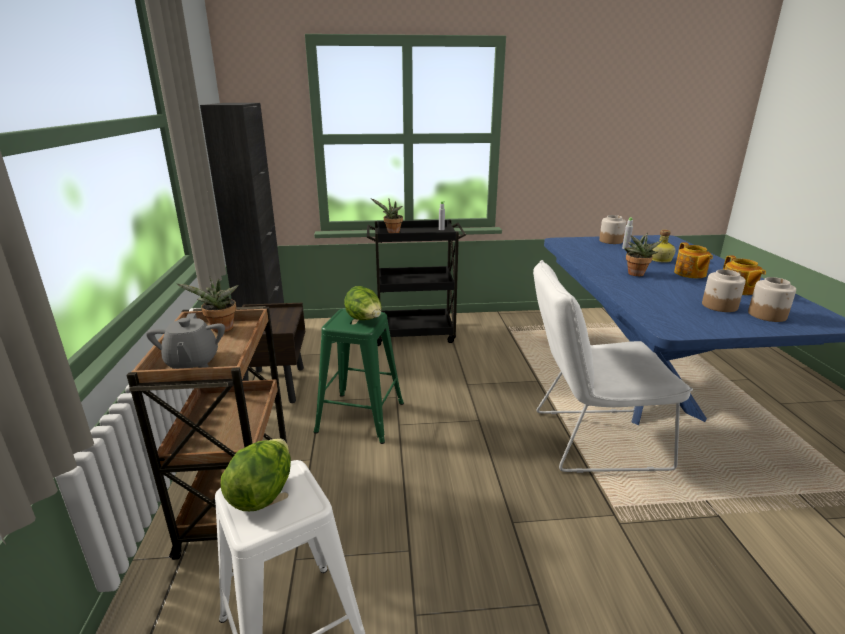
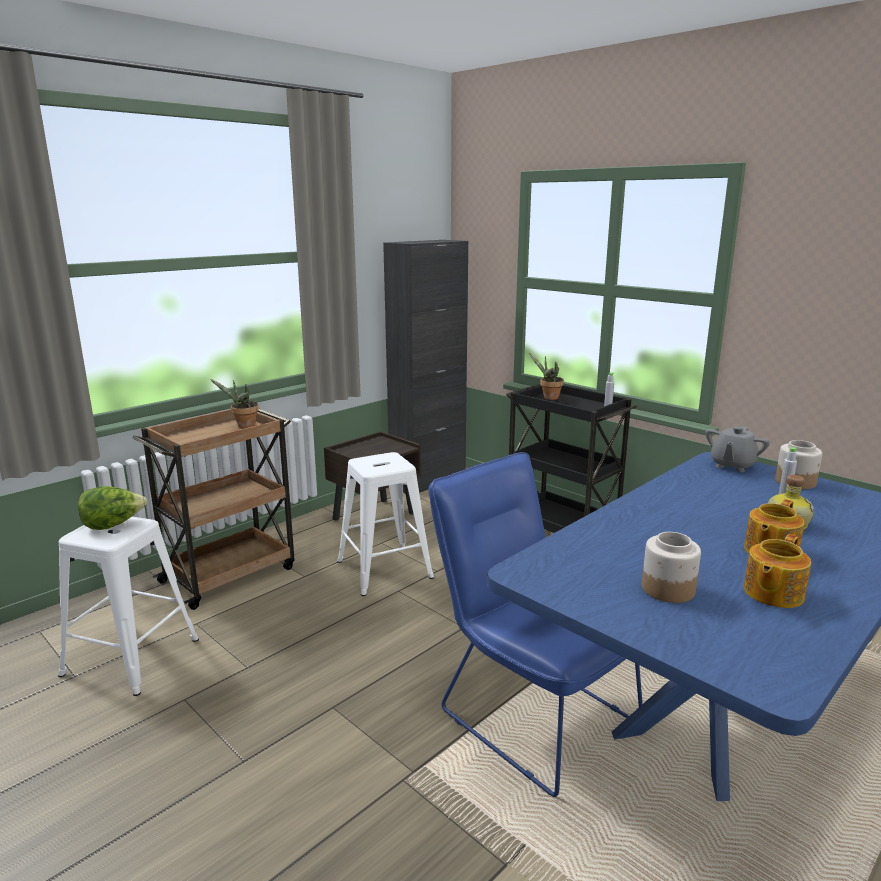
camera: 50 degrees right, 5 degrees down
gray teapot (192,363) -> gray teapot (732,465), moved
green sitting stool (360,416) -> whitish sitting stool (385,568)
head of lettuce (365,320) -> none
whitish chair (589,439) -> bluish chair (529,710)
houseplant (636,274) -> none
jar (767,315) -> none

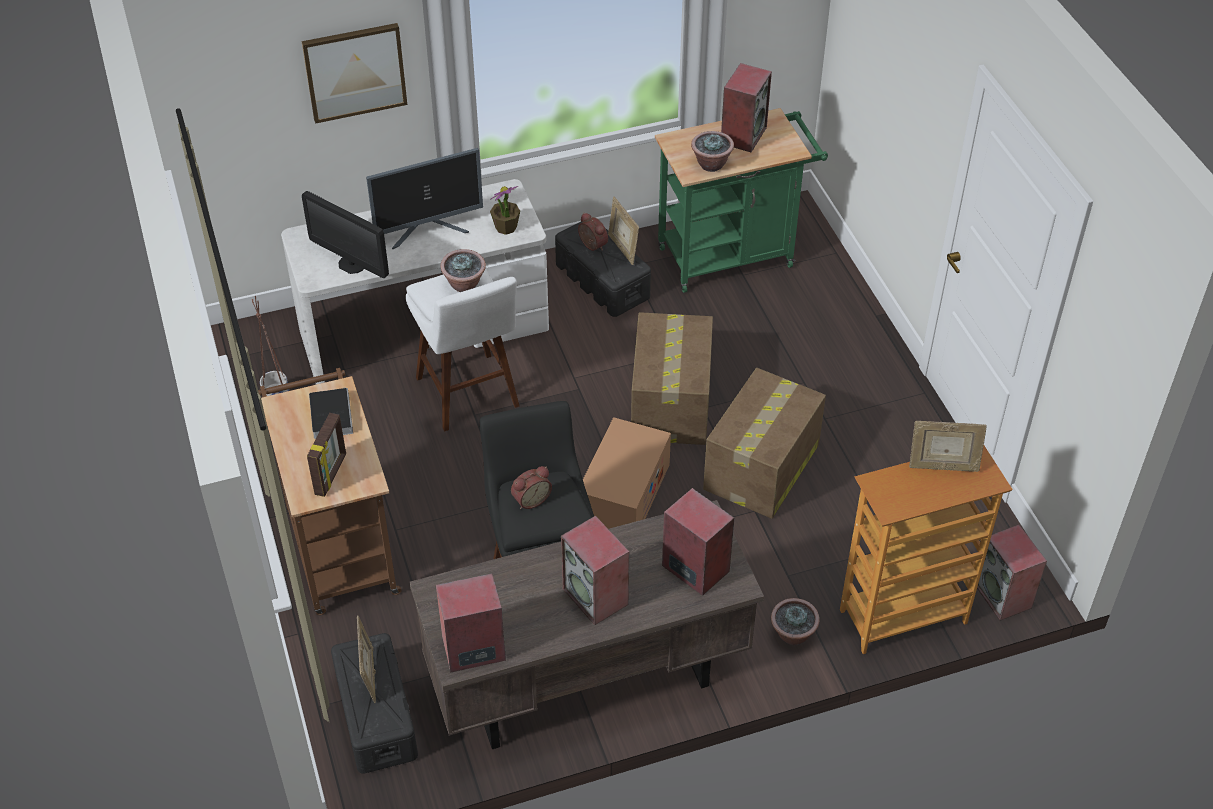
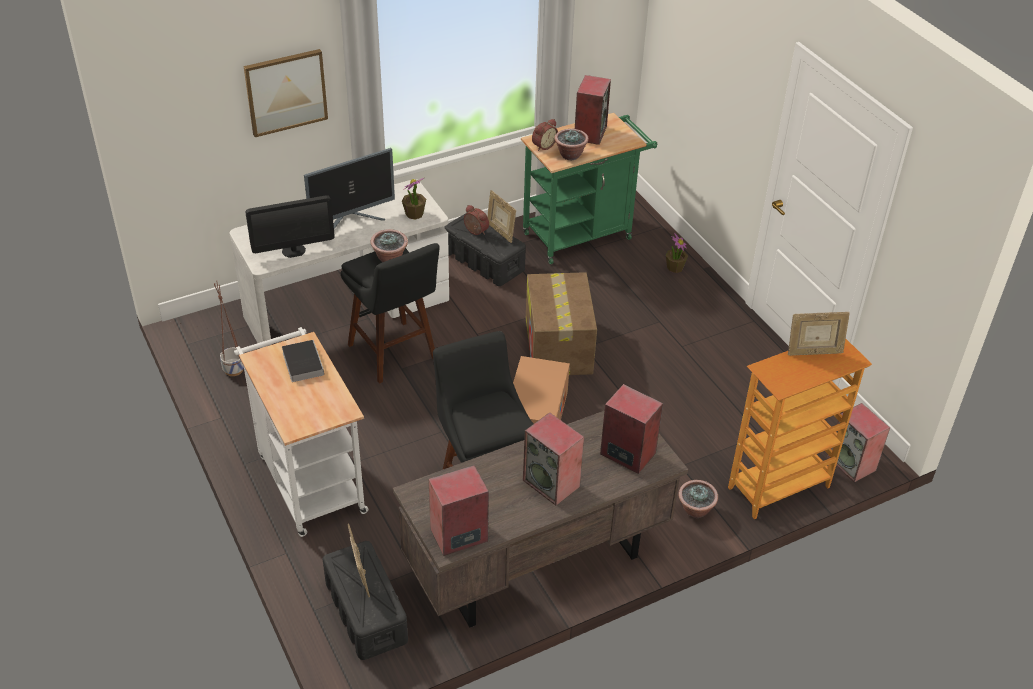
camera: 10 degrees left, 5 degrees down
brownish trolley (339,544) -> whitish trolley (308,479)
monitor (352,264) -> monitor (293,250), 45 degrees counterclockwise
standing frame (331,474) -> none
whitish sitting stool (470,397) -> blackish sitting stool (395,355)
alarm clock (530,499) -> alarm clock (543,145), moved
carton (760,468) -> none
none -> houseplant (675,267)

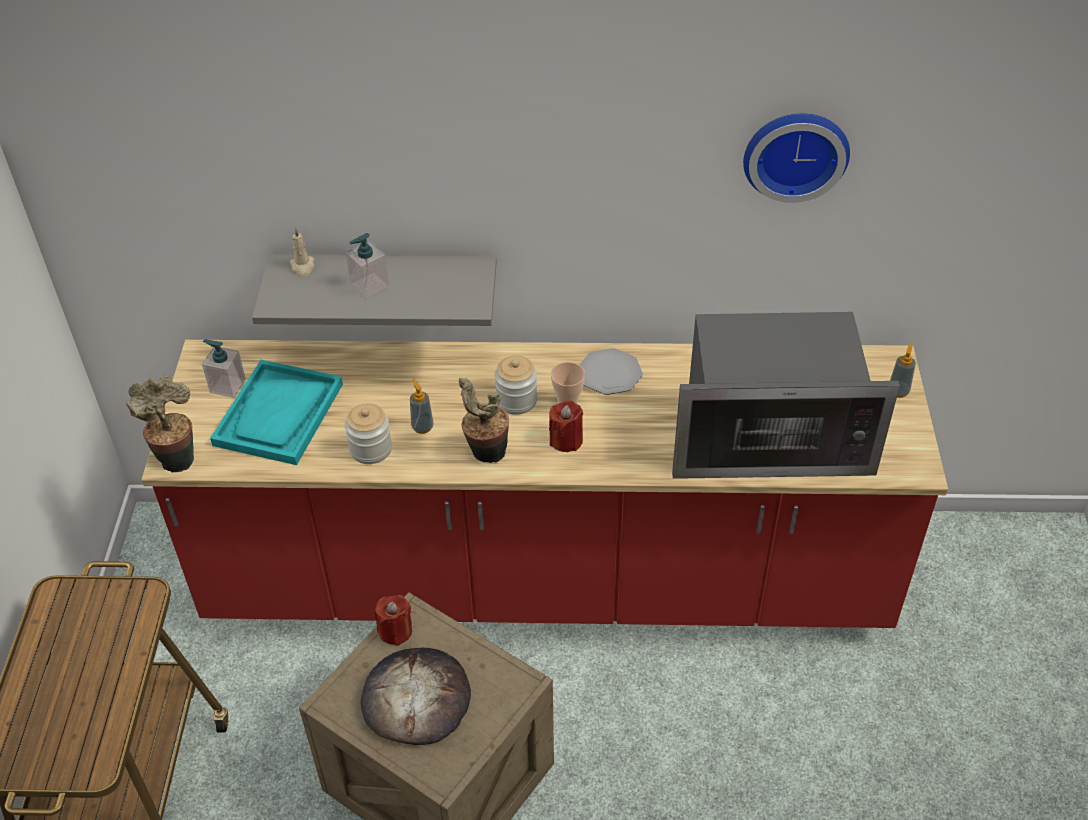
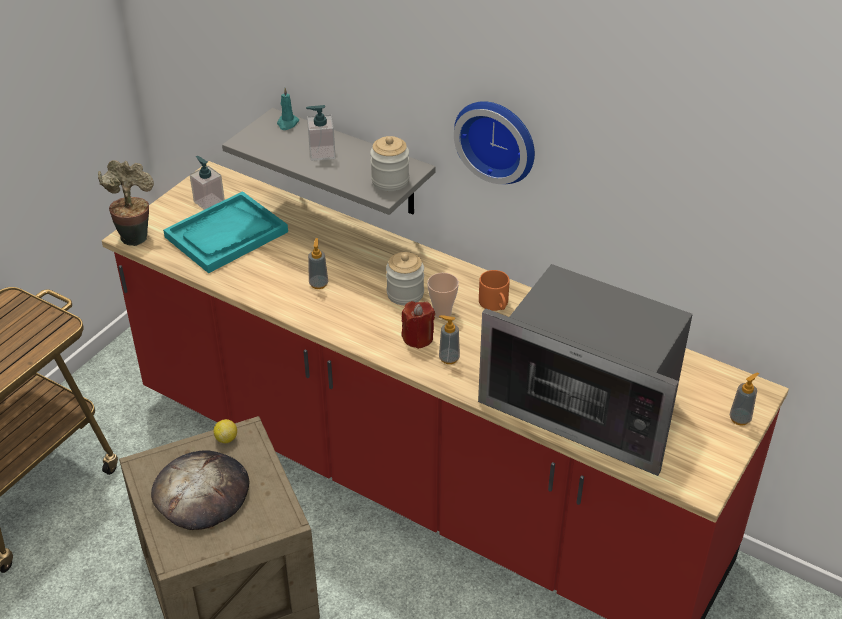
camera: 30 degrees right, 5 degrees down
beige candle (303,266) -> turquoise-coloured candle (287,123)
jar (371,449) -> jar (390,181), moved
reddish candle (395,631) -> whole lemon (226,438)
houseplant (485,453) -> none
dinner plate (610,374) -> orangey tea mug (496,304)
wall clock (795,152) -> wall clock (498,139), moved
none -> soap bottle (449,358)

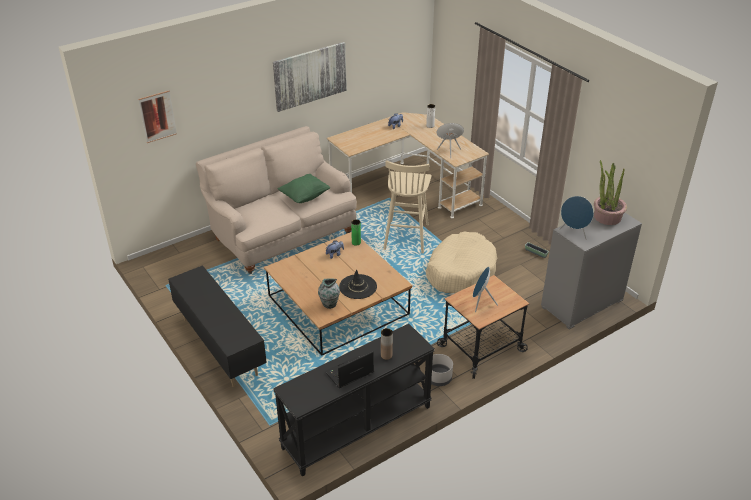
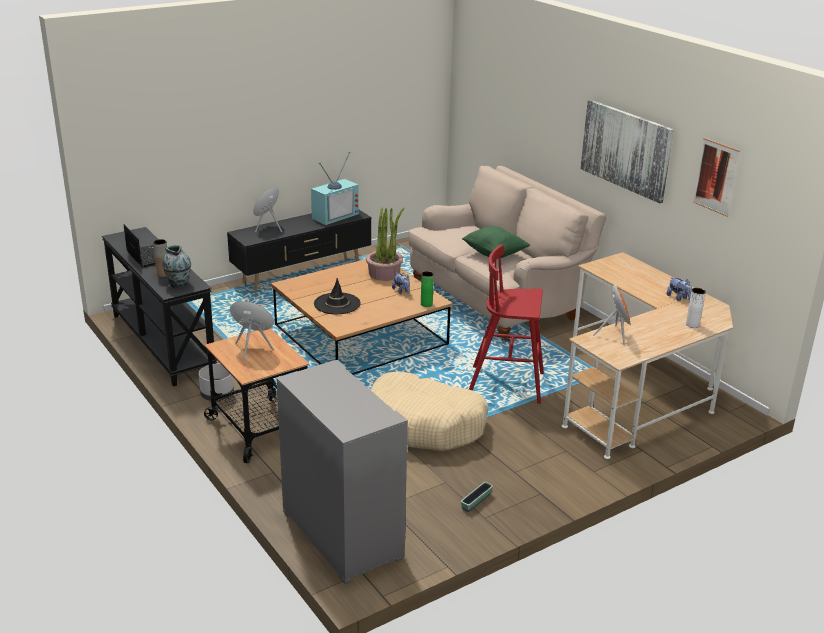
camera: 90 degrees right, 10 degrees down
picture (157,116) -> picture (716,177), moved
vase (329,304) -> vase (178,283), moved
beige sitting stool (406,236) -> reddish sitting stool (507,385)
bluish audio speaker (574,233) -> bluish audio speaker (268,228), moved
houseplant (607,217) -> houseplant (384,273), moved
none -> television (334,215)

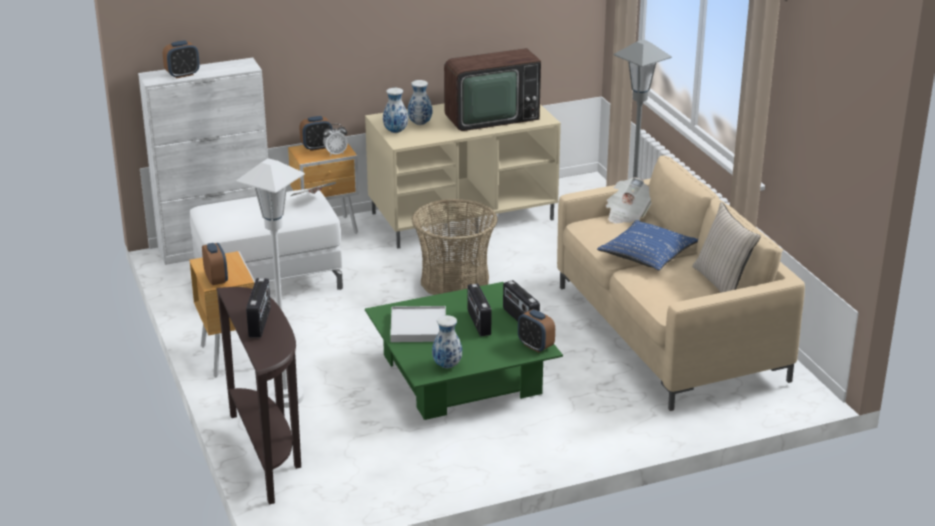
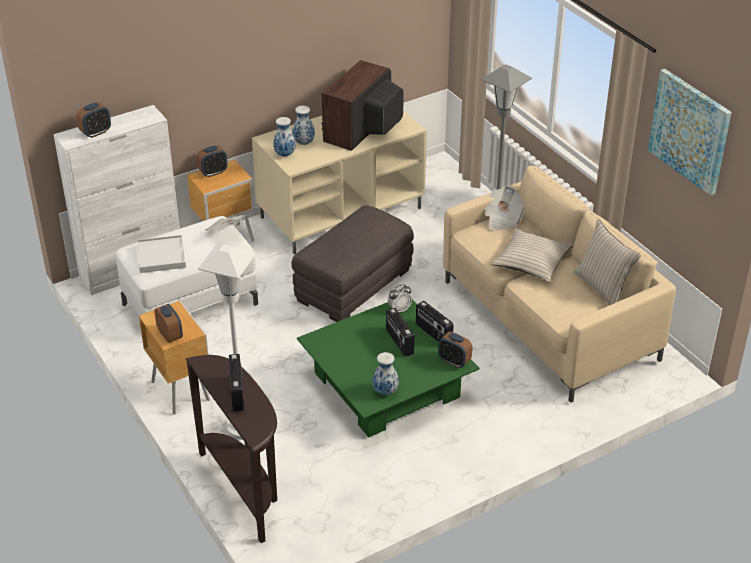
camera: 10 degrees left, 10 degrees up
alarm clock (335,153) -> alarm clock (399,309), moved
whitish serving tray (418,327) -> whitish serving tray (161,256), moved
storage basket (454,281) -> gray footrest (353,285)
television (489,116) -> television (362,128), 150 degrees clockwise
bluish throw pillow (647,254) -> beige throw pillow (531,262)
none -> picture (690,131)

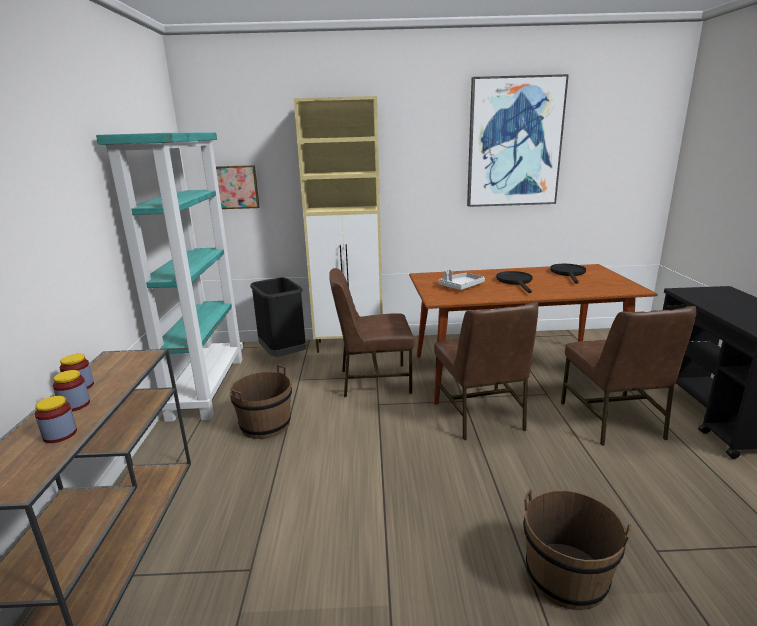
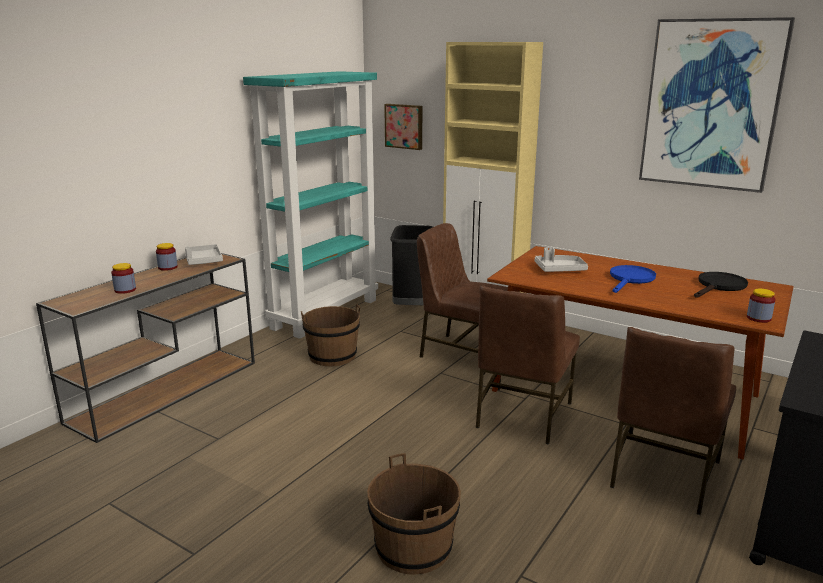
camera: 35 degrees right, 0 degrees up
jar (75,405) -> jar (758,318), moved
blackish frying pan (516,282) -> bluish frying pan (630,279)
none -> gray serving tray (203,261)

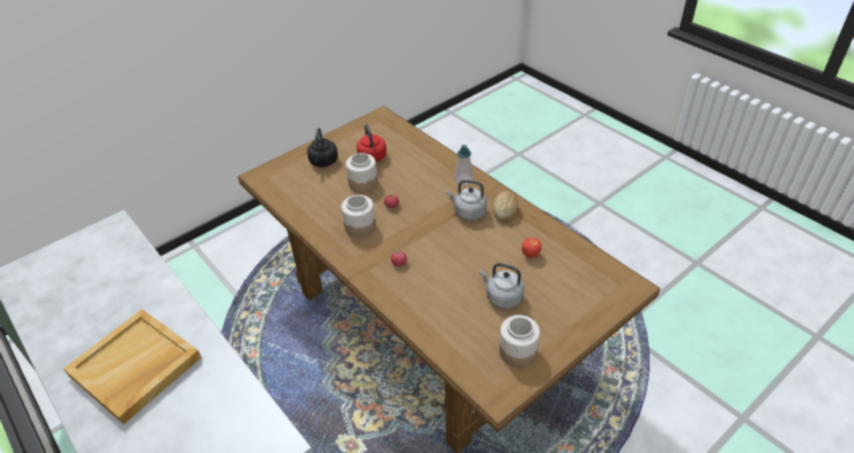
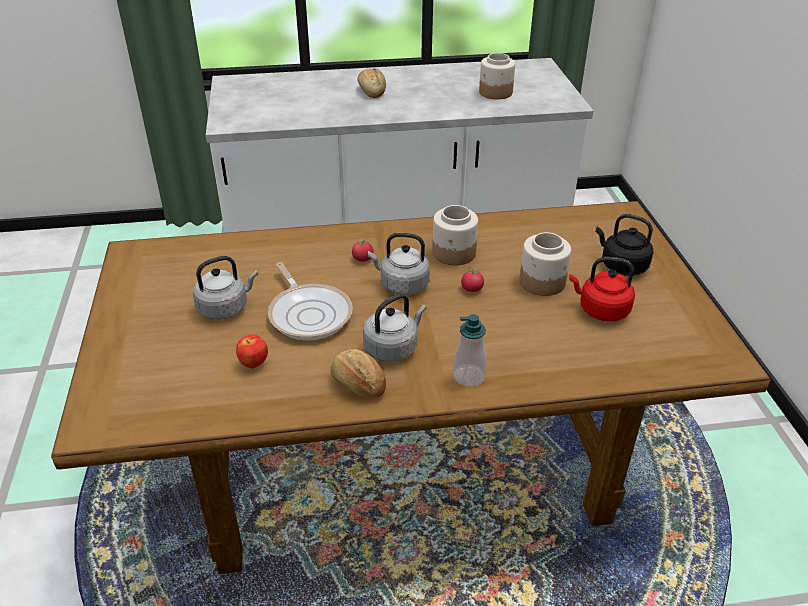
camera: 120 degrees right, 5 degrees down
beige serving tray (135,367) -> baked bread (371,91)
jar (518,351) -> jar (495,93), moved
none -> frying pan (309,313)
none -> gray kettle (401,285)

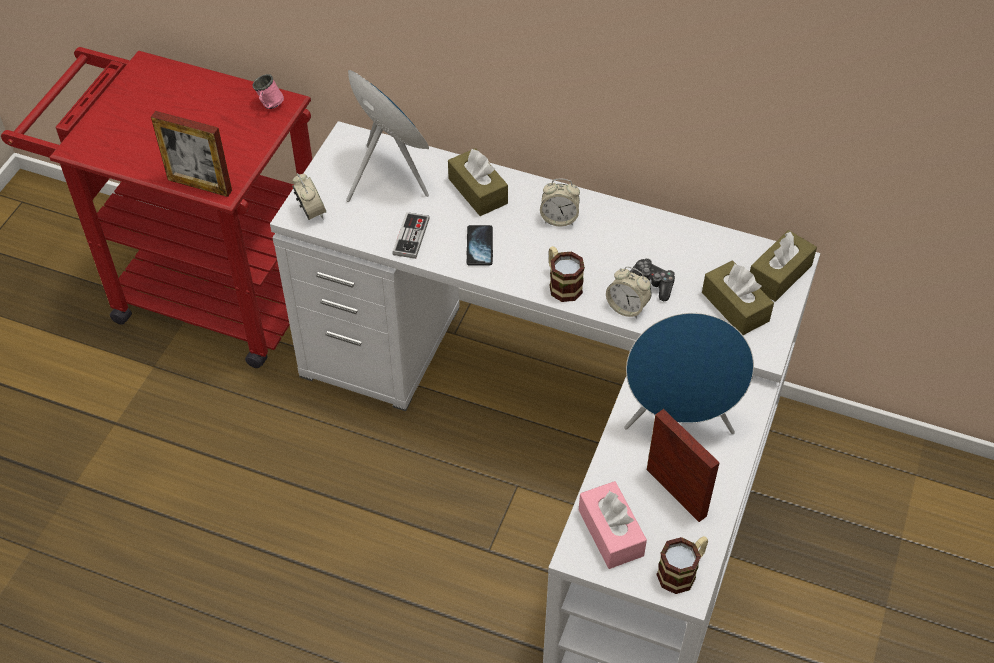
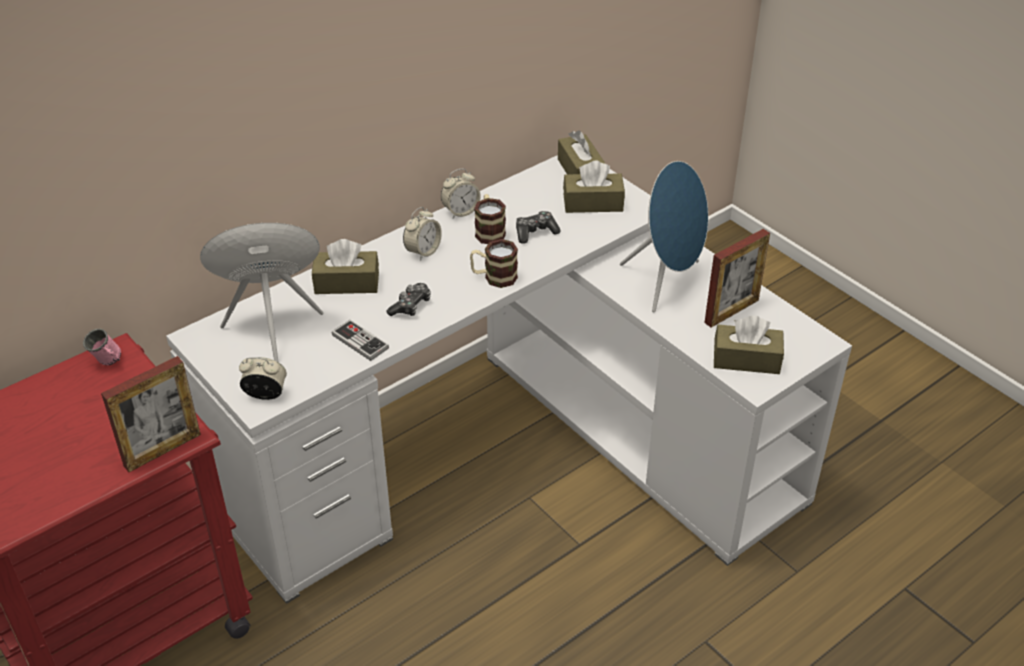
camera: 60 degrees left, 10 degrees down
phone (479,246) -> gamepad (410,306)
pinkish tissue holder (610,532) -> brownish tissue holder (746,359)
alarm clock (627,307) -> alarm clock (460,211), moved
standing frame (676,492) -> standing frame (731,311), 150 degrees clockwise
tea mug (682,571) -> tea mug (489,231), moved

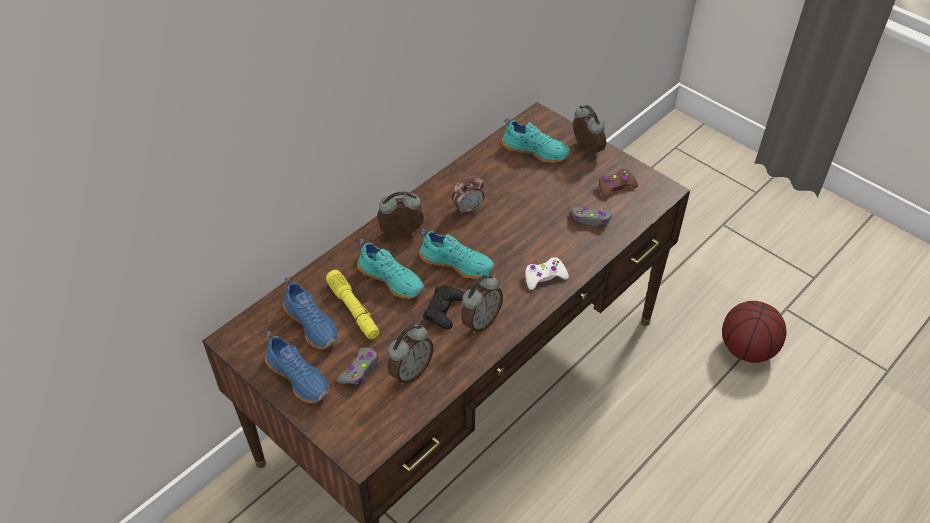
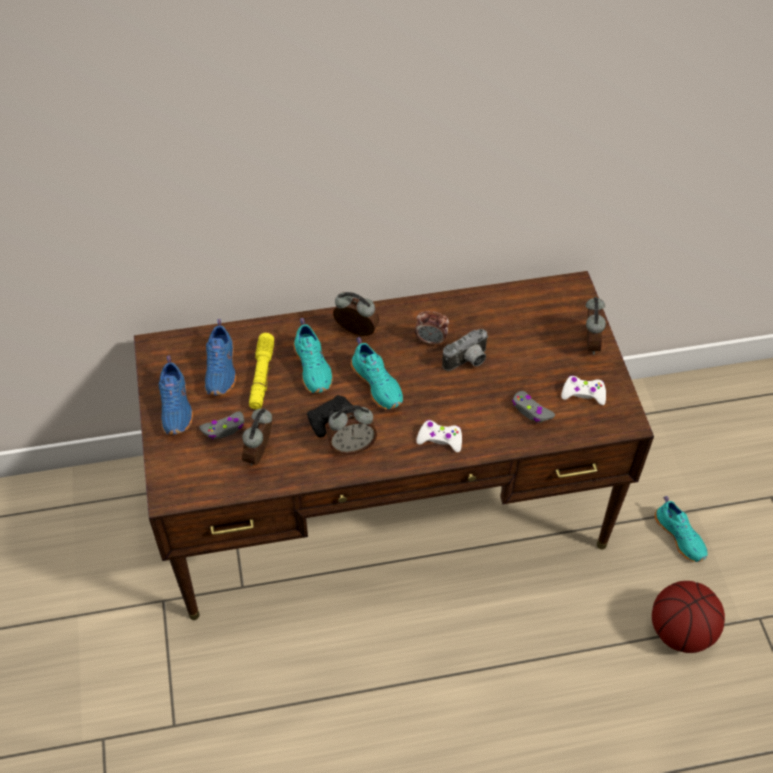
camera: 35 degrees right, 5 degrees up
alarm clock (410,371) -> alarm clock (260,454), 120 degrees clockwise
turquoise-coloured shoe (536,150) -> turquoise-coloured shoe (681,536), moved
brownish gamepad (615,187) -> whitish gamepad (583,394)
none -> photo camera (468,362)

